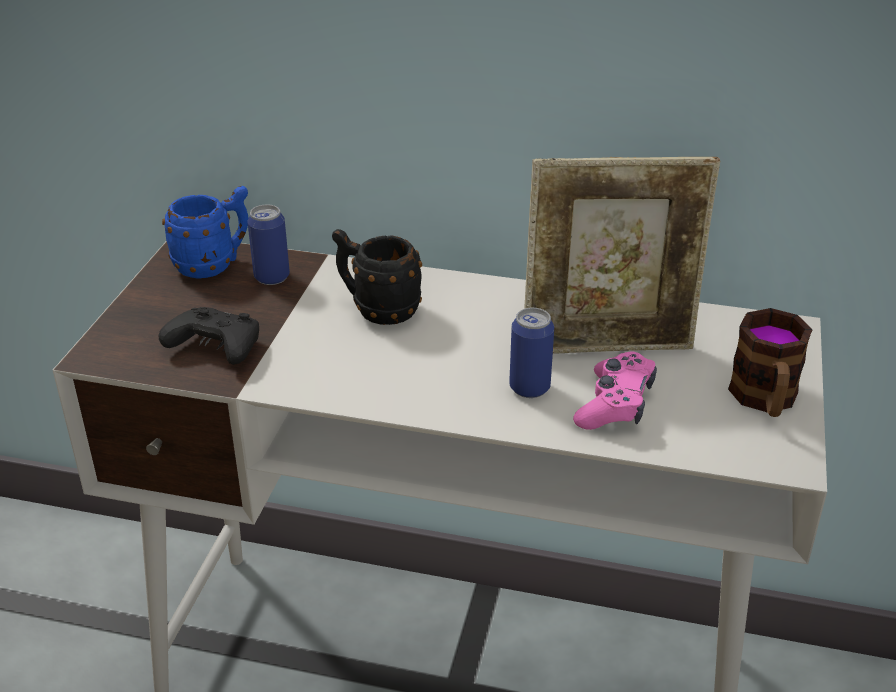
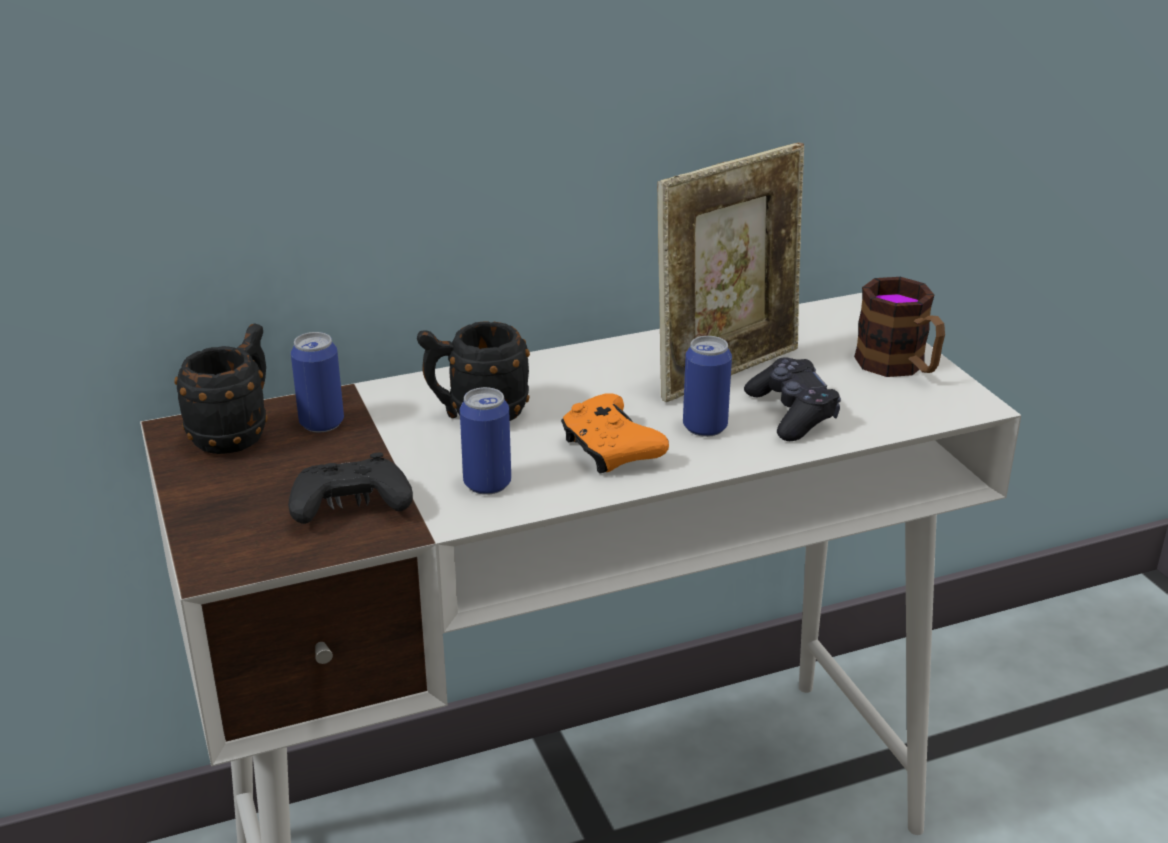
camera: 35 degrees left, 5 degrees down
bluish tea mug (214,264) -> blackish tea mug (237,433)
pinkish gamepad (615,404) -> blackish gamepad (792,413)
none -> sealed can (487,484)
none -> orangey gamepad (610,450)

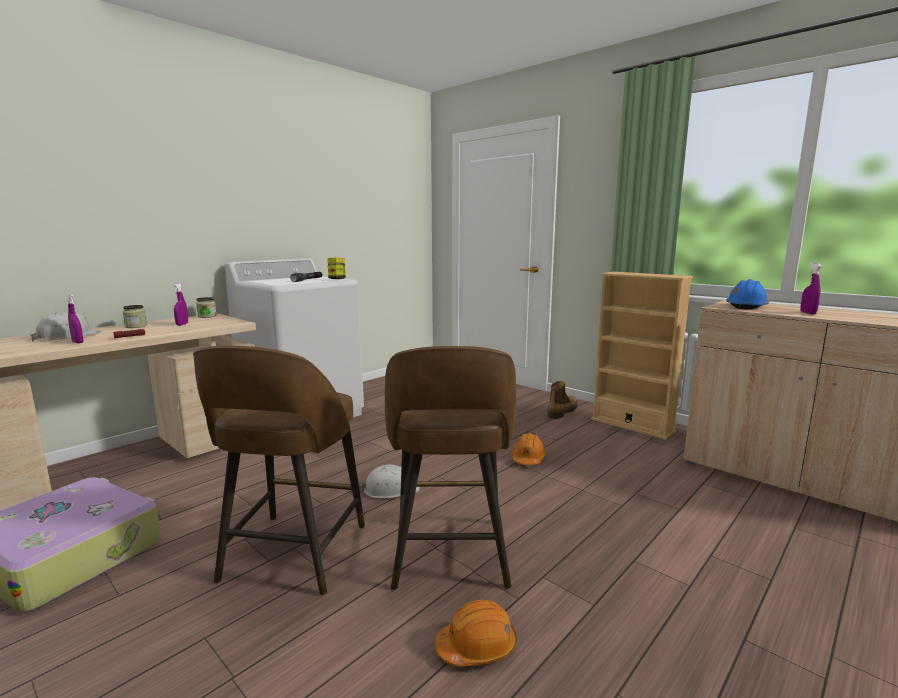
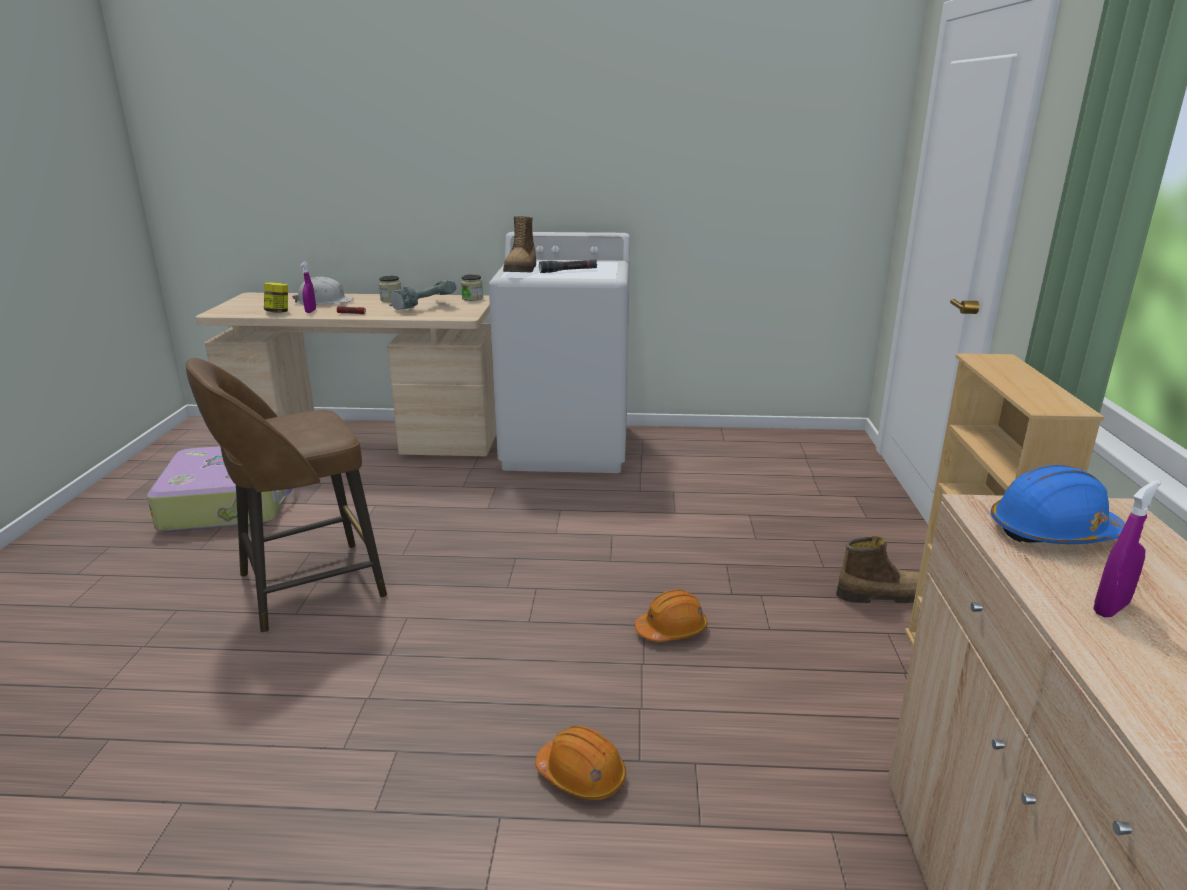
camera: 50 degrees right, 10 degrees up
purplish sprayer (182,324) -> drill (422,306)
jar (337,279) -> jar (278,312), moved
whitish work helmet (391,489) -> none
brownish sitting stool (449,555) -> none
orangey work helmet (477,647) -> orangey work helmet (581,775), moved
none -> boot (522,270)

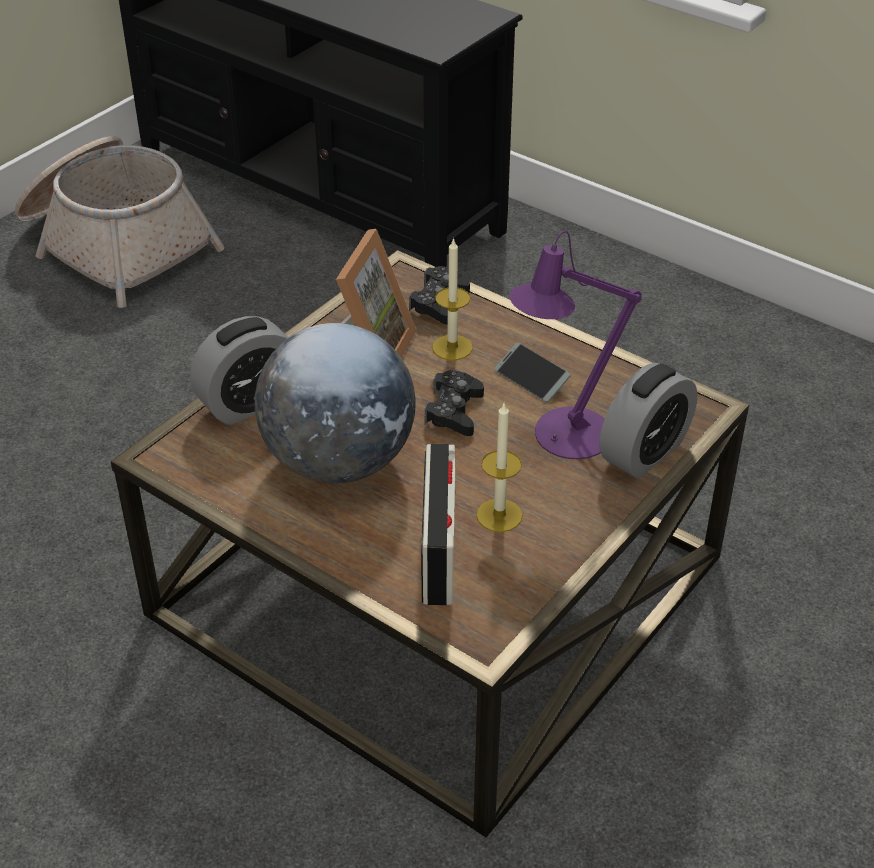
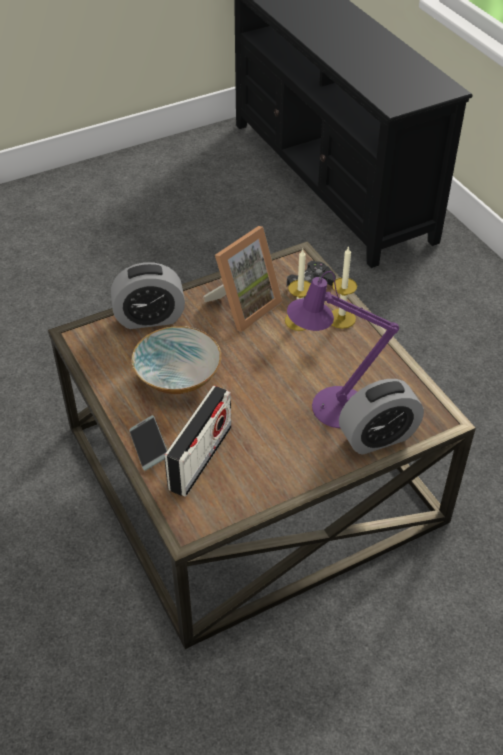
camera: 25 degrees right, 5 degrees up
storage basket (115,244) -> none
world globe (339,461) -> serving bowl (178,375)
blackish gamepad (454,411) -> none
candle (499,515) -> candle (341,318), moved
phone (531,379) -> phone (149,446), moved

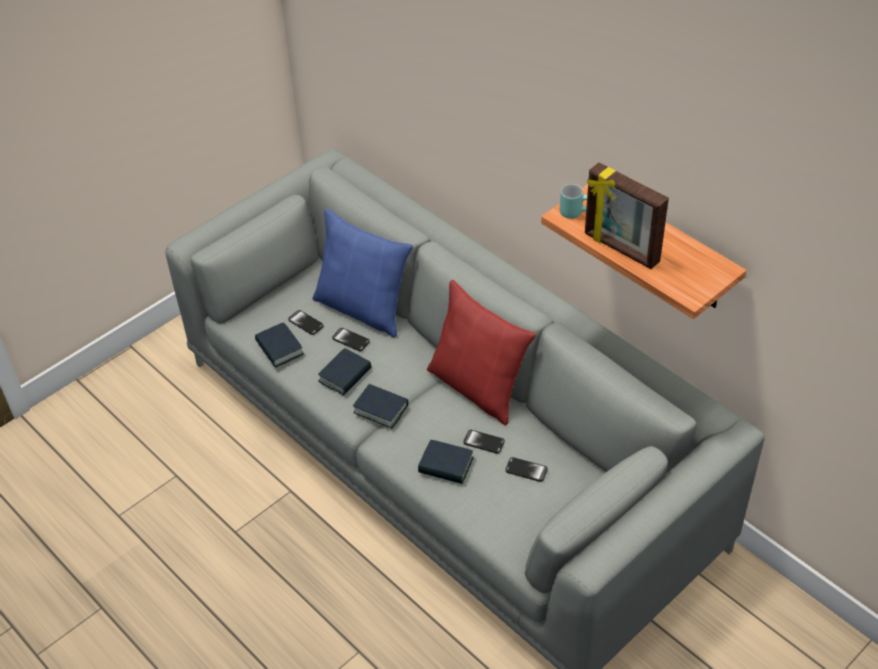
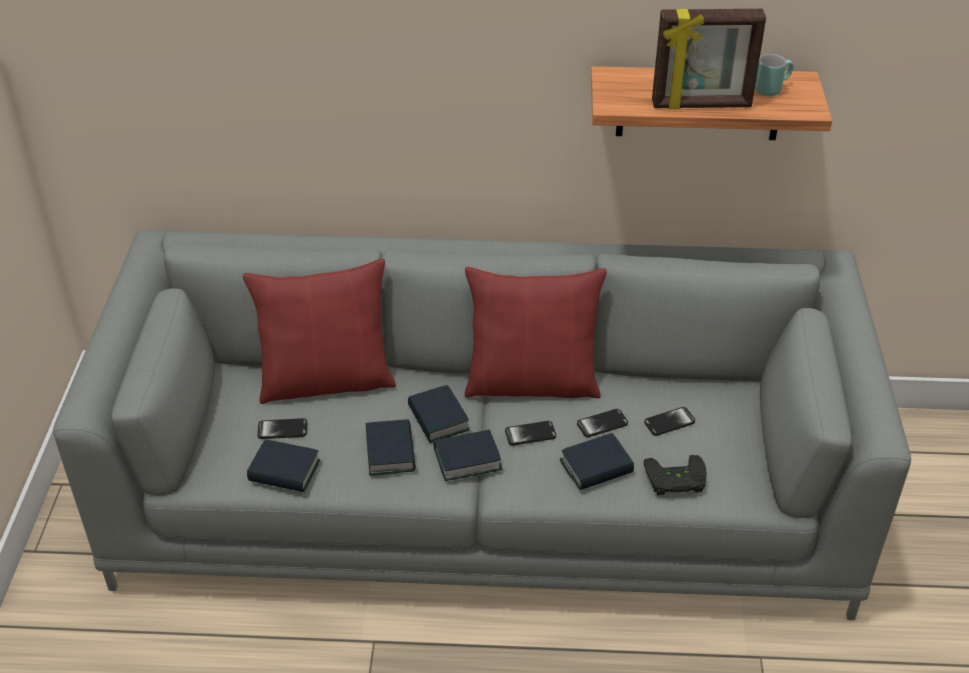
camera: 45 degrees left, 5 degrees down
bluish throw pillow (363,308) -> reddish throw pillow (327,380)
phone (351,340) -> phone (530,434), moved
turquoise-coloured tea mug (576,212) -> turquoise-coloured tea mug (771,88), moved
none -> book (438,419)
none -> blackish gamepad (675,481)

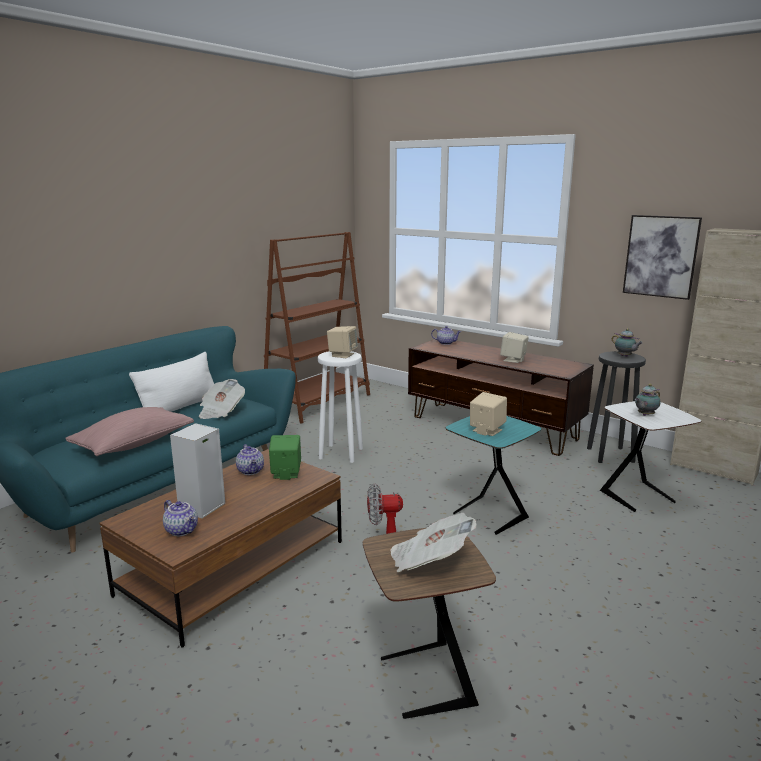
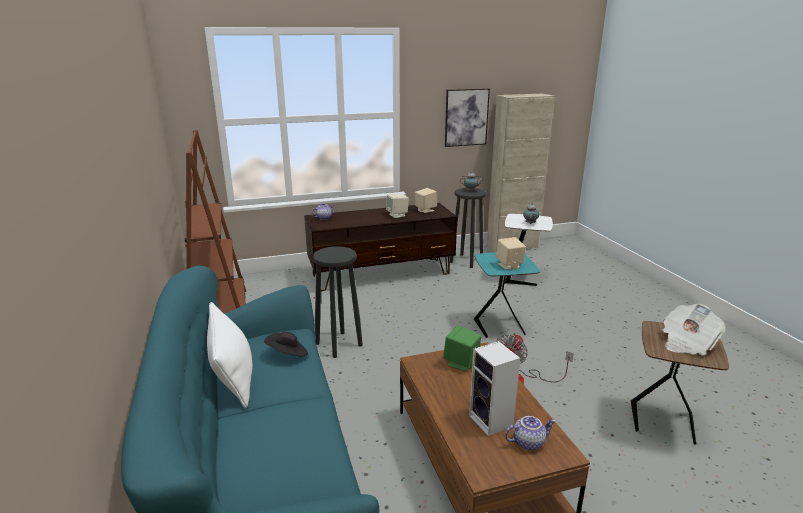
camera: 55 degrees left, 5 degrees up
pinkish throw pillow (133,444) -> none
newspaper (221,411) -> blackish hat (288,354)
teapot (251,471) -> none
whitish sitting stool (341,453) -> blackish sitting stool (339,344)
beige audio speaker (342,355) -> beige audio speaker (425,210), moved

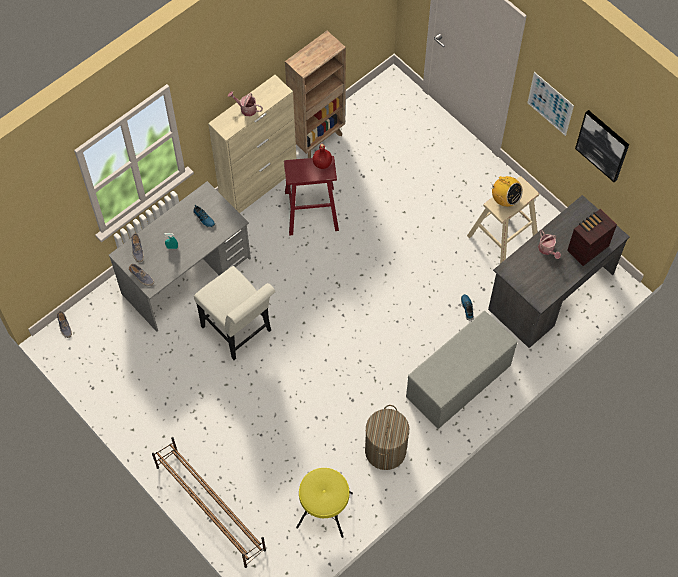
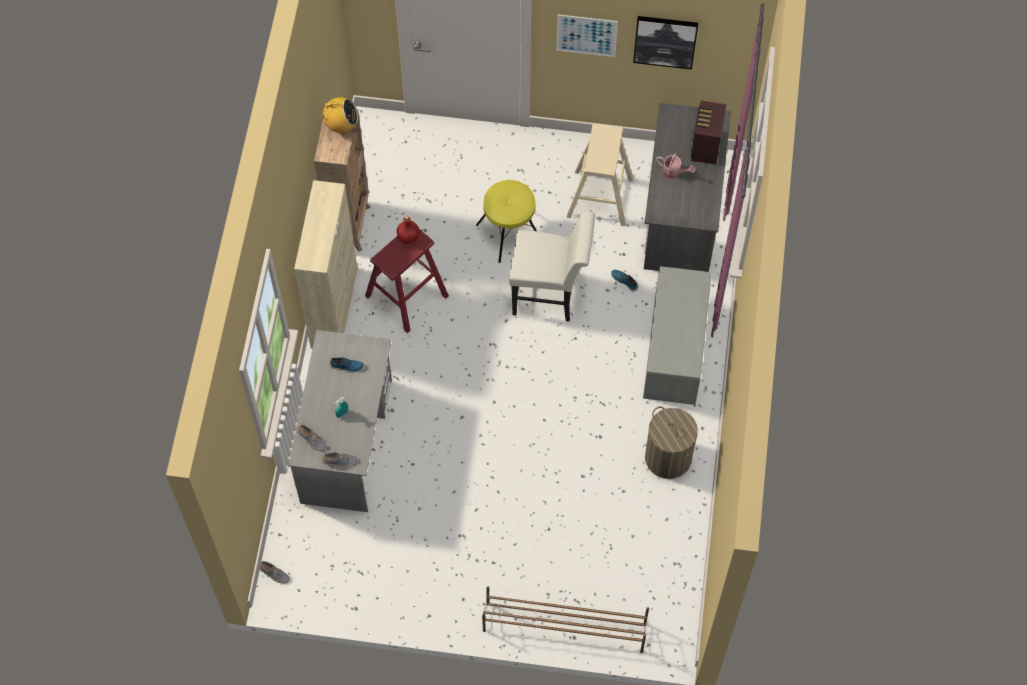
camera: 40 degrees left, 0 degrees up
whitish chair (239,331) -> whitish chair (550,294), moved
sprinkling can (246,108) -> none
yellow-coloured sitting stool (324,510) -> yellow-coloured sitting stool (509,234), moved
radio receiver (505,199) -> radio receiver (341,125), moved

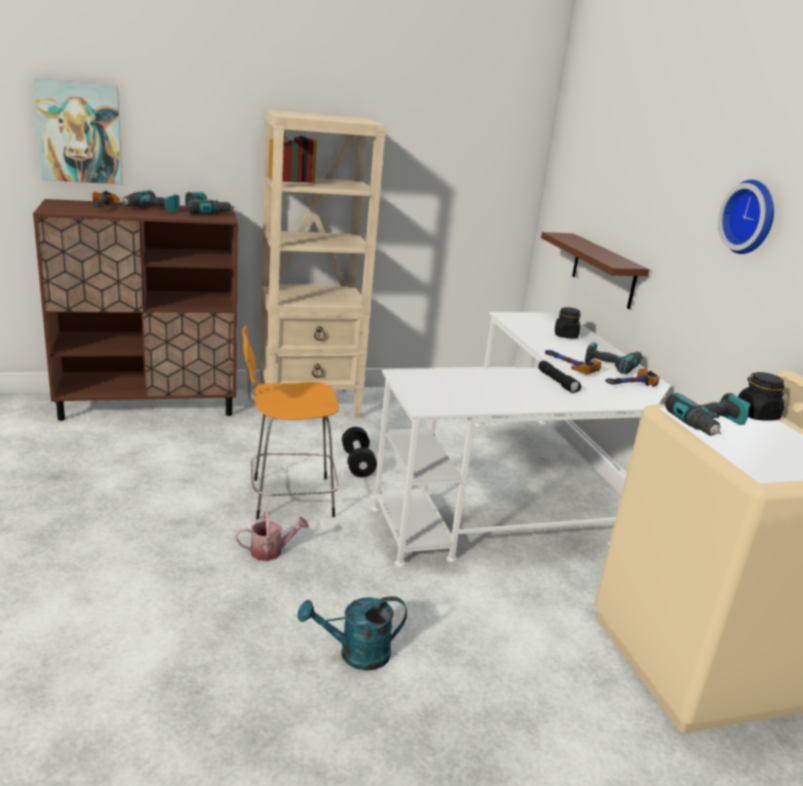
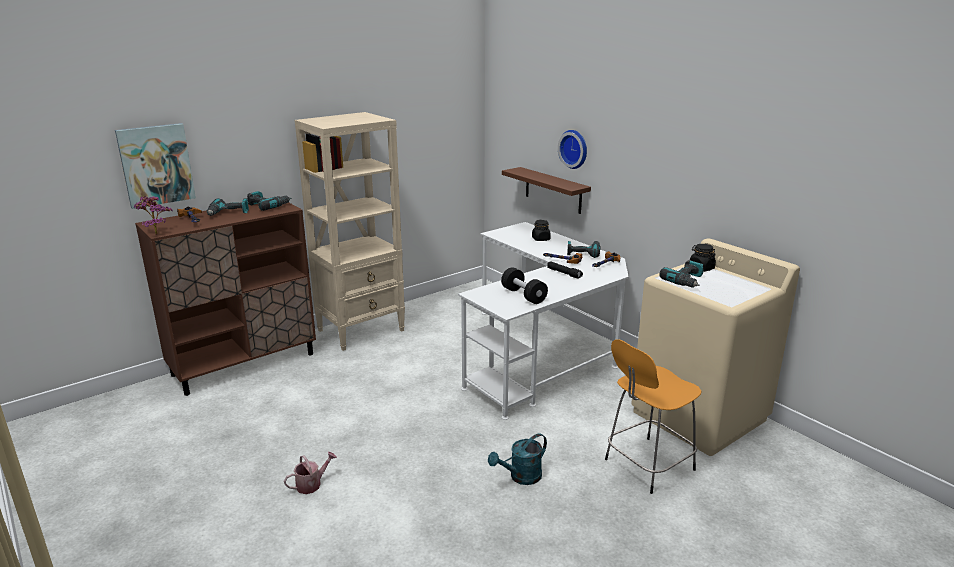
camera: 20 degrees left, 0 degrees up
sprinkling can (271,551) -> sprinkling can (312,484), moved
orangey sitting stool (289,497) -> orangey sitting stool (647,465), moved
blackish free weight (357,463) -> blackish free weight (523,295), moved
wall clock (751,217) -> wall clock (575,149), moved
none -> houseplant (155,234)

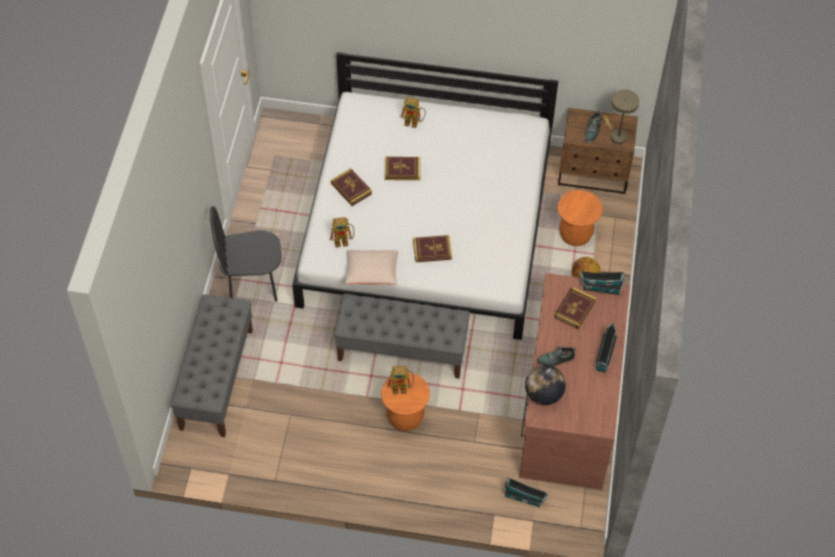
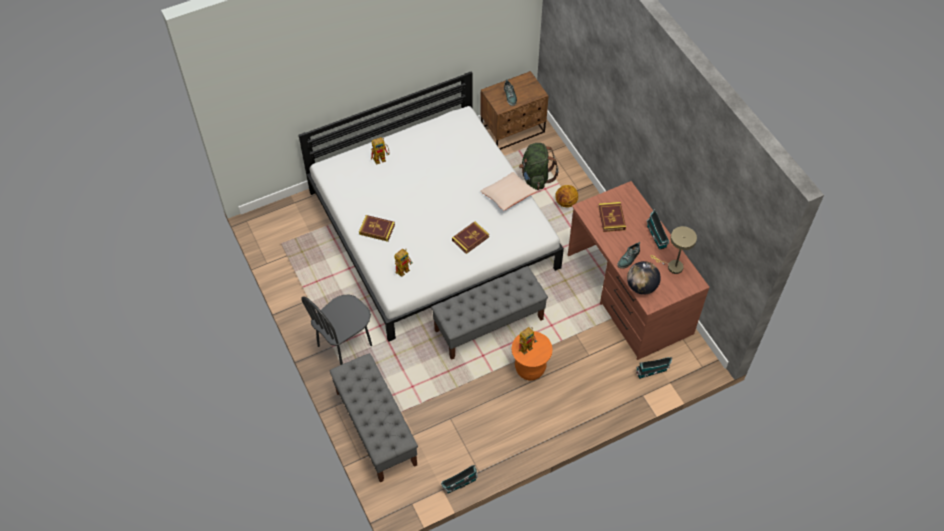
camera: 35 degrees left, 0 degrees up
beige throw pillow (372,273) -> beige throw pillow (508,196), moved
book (402,170) -> none
orangey sitting stool (575,234) -> green rucksack (536,177)
model house (600,288) -> model house (459,484), moved
beige tabletop lamp (616,135) -> beige tabletop lamp (672,266), moved

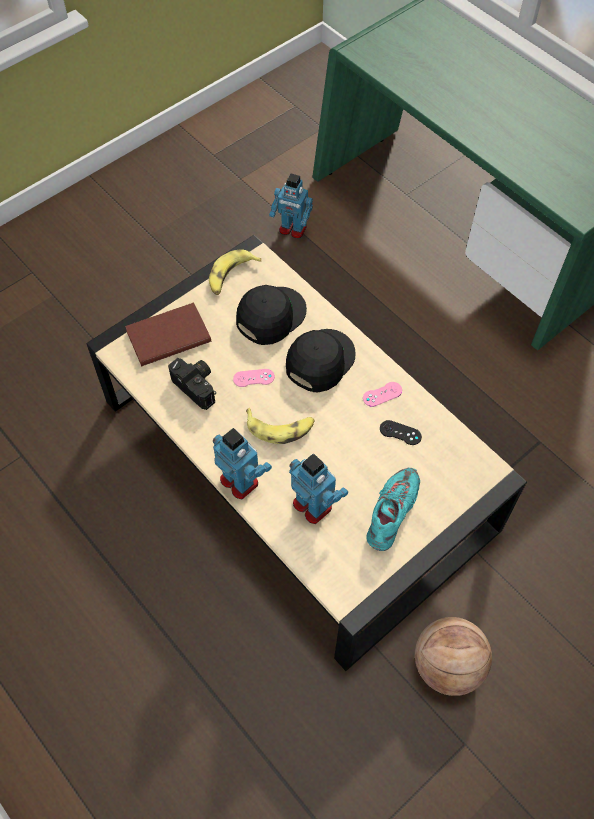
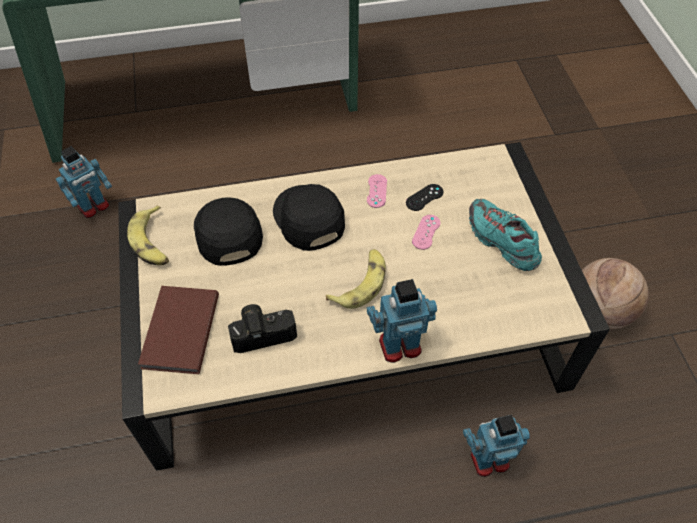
camera: 60 degrees left, 5 degrees down
pinkish gamepad (253,378) -> pinkish gamepad (426,232), moved
toy robot (313,505) -> toy robot (489,459), moved

